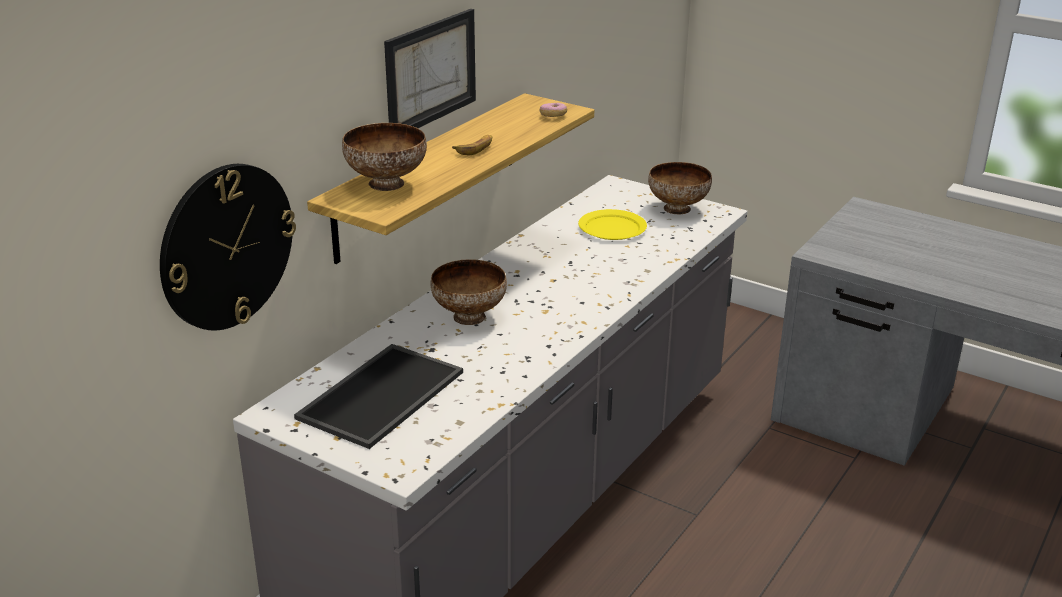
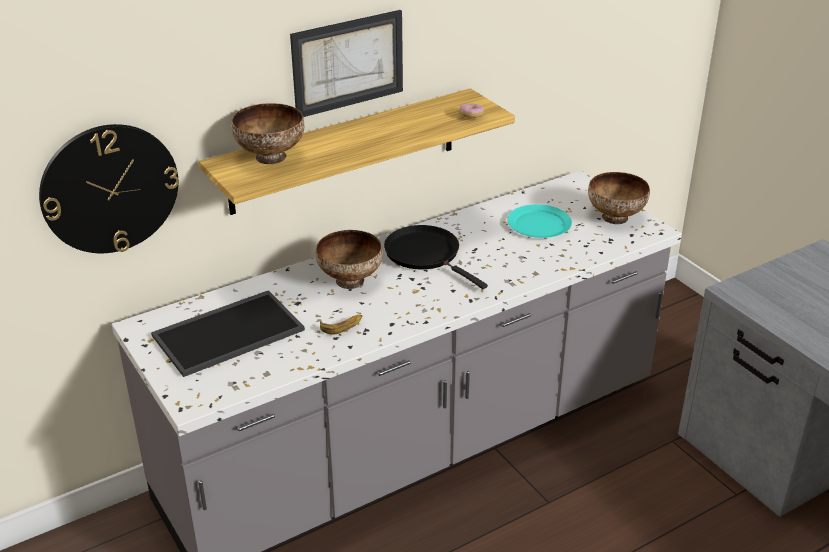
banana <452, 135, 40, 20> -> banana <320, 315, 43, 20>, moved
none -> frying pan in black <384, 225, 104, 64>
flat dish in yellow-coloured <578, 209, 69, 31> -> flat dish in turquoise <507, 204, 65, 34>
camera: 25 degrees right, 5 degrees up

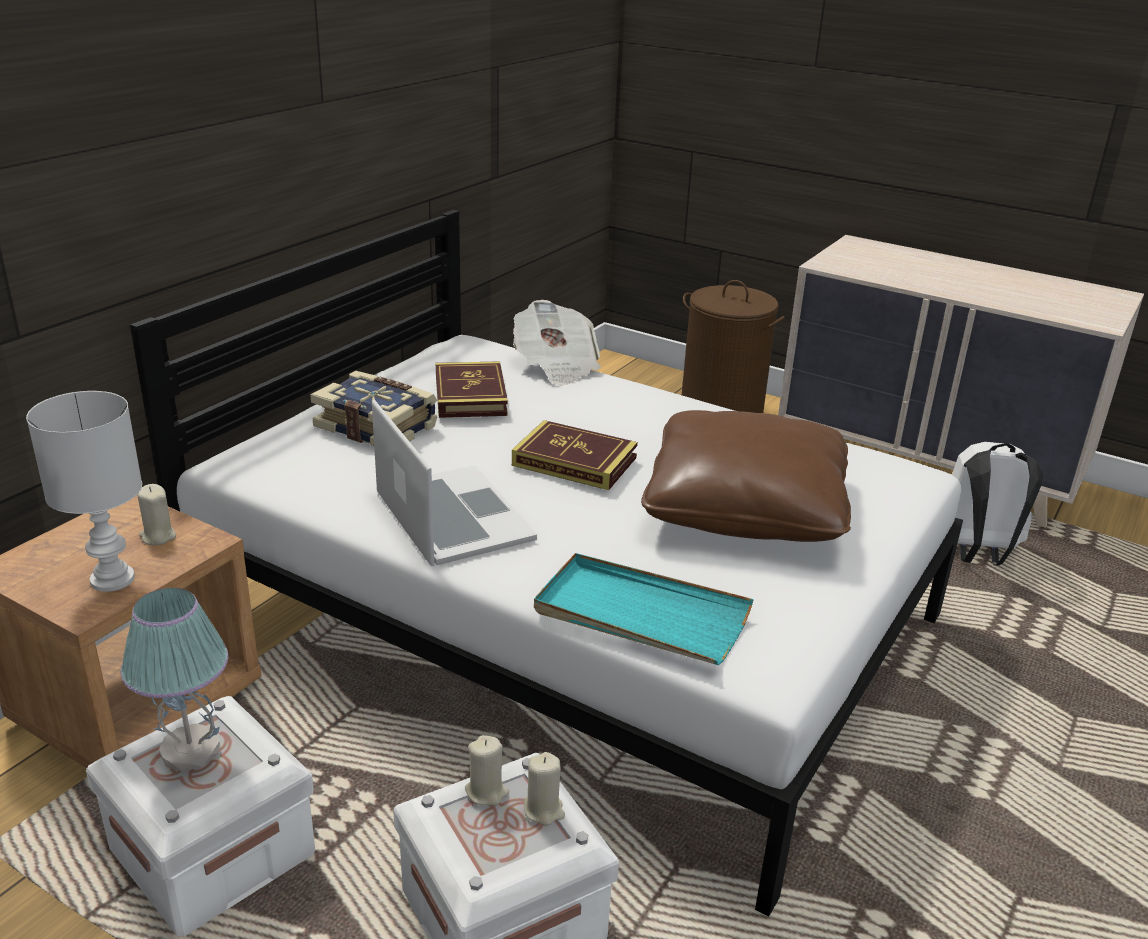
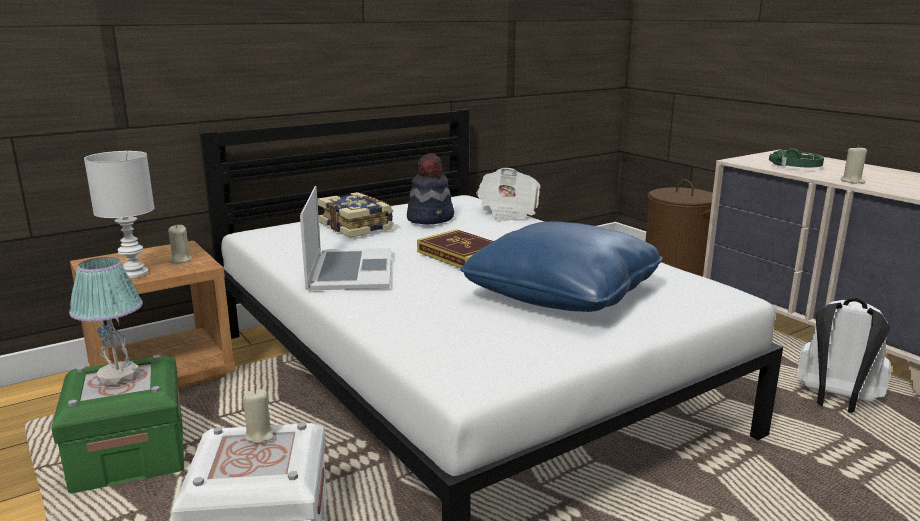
storage box in whitish <86, 696, 229, 240> -> storage box in green-coloured <51, 355, 133, 139>
book <436, 361, 72, 57> -> hat <407, 153, 47, 71>
throw pillow in brown-coloured <641, 410, 210, 132> -> throw pillow in blue <460, 222, 203, 90>
none -> pair of headphones in green-coloured <769, 148, 55, 19>
wax candle in beige <524, 752, 41, 74> -> wax candle in beige <841, 145, 26, 39>, moved
tray in turquoise <534, 553, 220, 112> -> none
camera: 25 degrees right, 10 degrees down

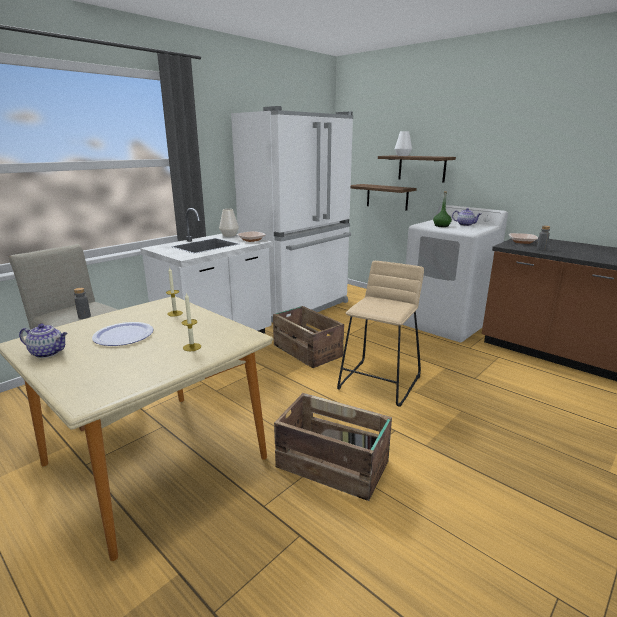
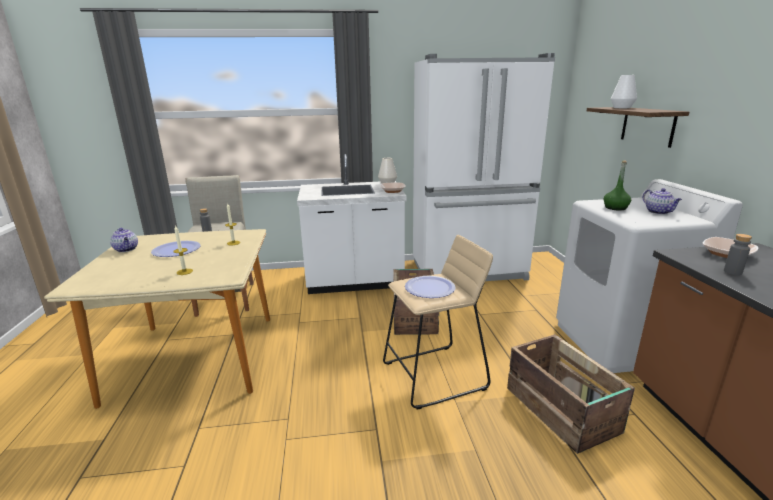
none -> flat dish <405, 276, 51, 22>
packing crate <274, 393, 118, 108> -> packing crate <507, 334, 128, 120>, moved
wall shelf <351, 184, 66, 27> -> none
camera: 40 degrees right, 0 degrees up

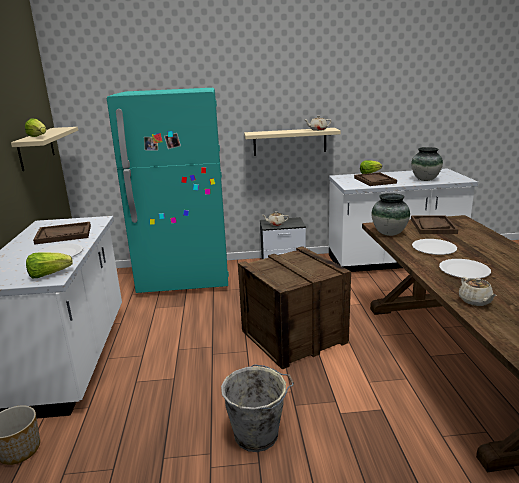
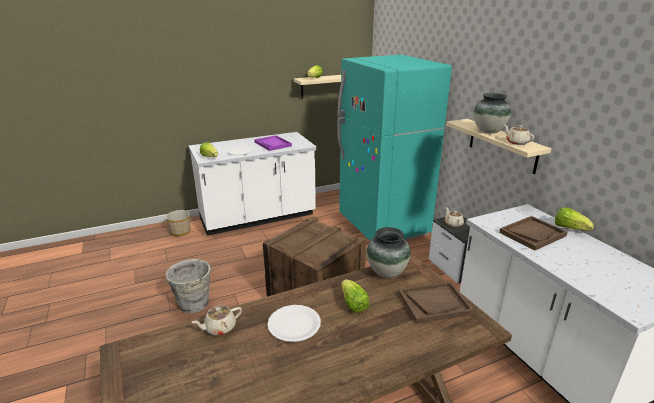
tray in brown-coloured <33, 222, 58, 23> -> tray in purple <254, 135, 38, 16>
flat dish in whitish <412, 239, 45, 16> -> lettuce head <341, 279, 28, 34>
decorative vase <411, 147, 32, 34> -> decorative vase <474, 93, 37, 40>, moved
camera: 70 degrees right, 5 degrees up

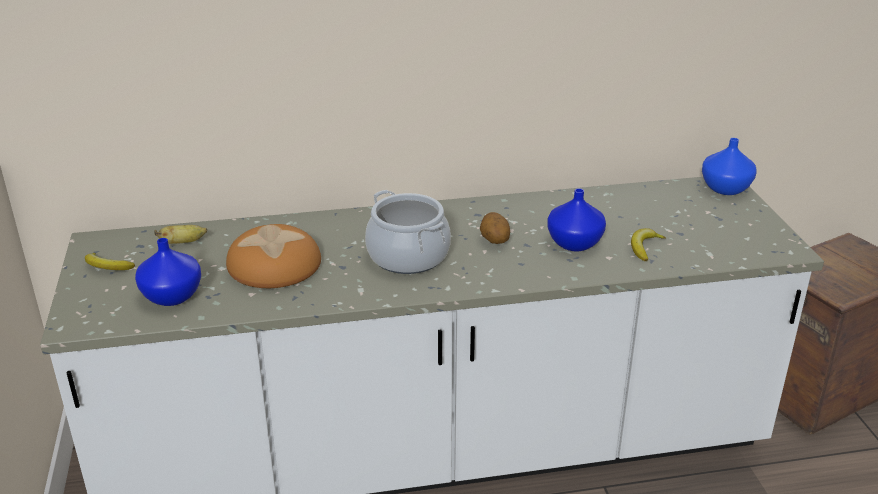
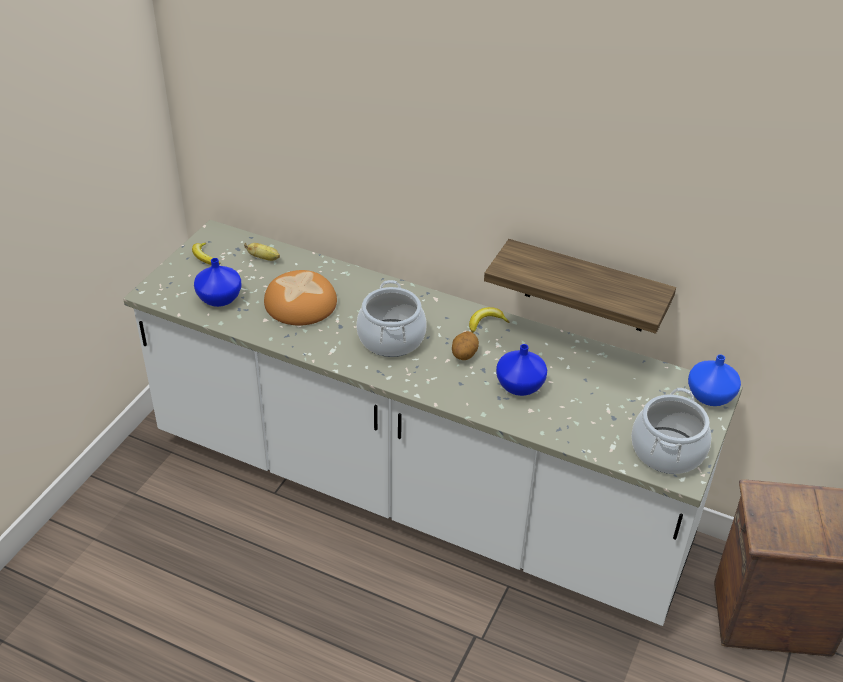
banana <631, 228, 35, 33> -> banana <469, 307, 40, 25>, moved
none -> wall shelf <484, 239, 192, 95>
none -> saucepot <631, 388, 80, 86>
camera: 35 degrees right, 10 degrees up

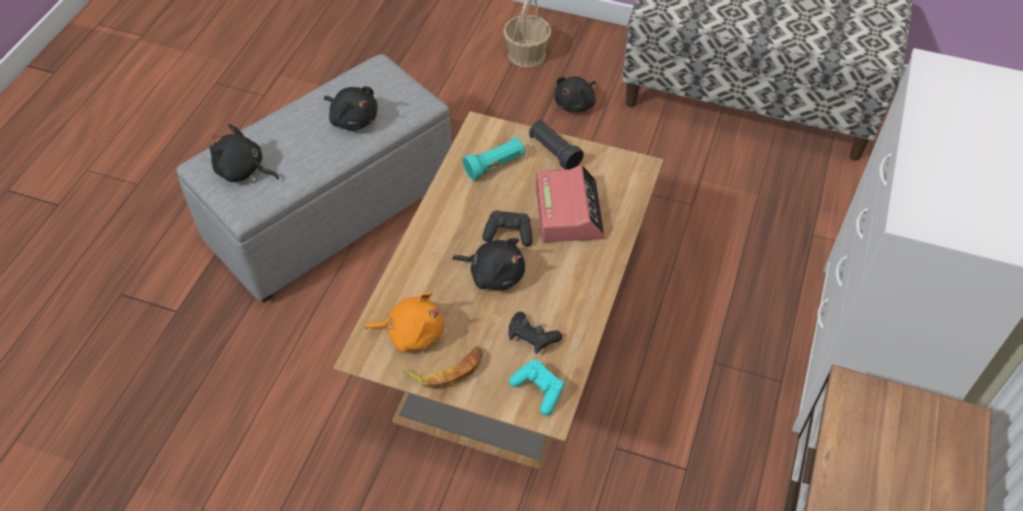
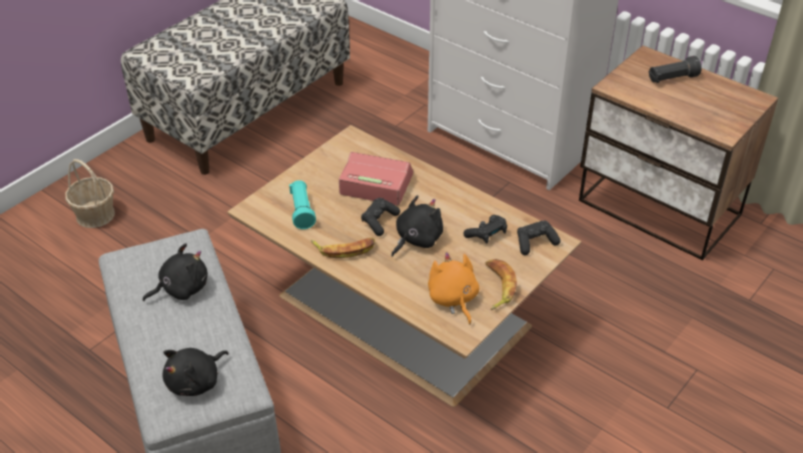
none -> banana <311, 238, 64, 20>
cuddly toy in orangey <365, 292, 79, 61> -> cuddly toy in orangey <428, 252, 51, 73>, 45 degrees counterclockwise
game controller in turquoise <509, 360, 55, 56> -> game controller in black <517, 220, 44, 35>
torch in black <529, 120, 55, 50> -> torch in black <649, 56, 53, 27>, moved
cuddly toy in black <554, 76, 42, 36> -> none
camera: 70 degrees left, 10 degrees down

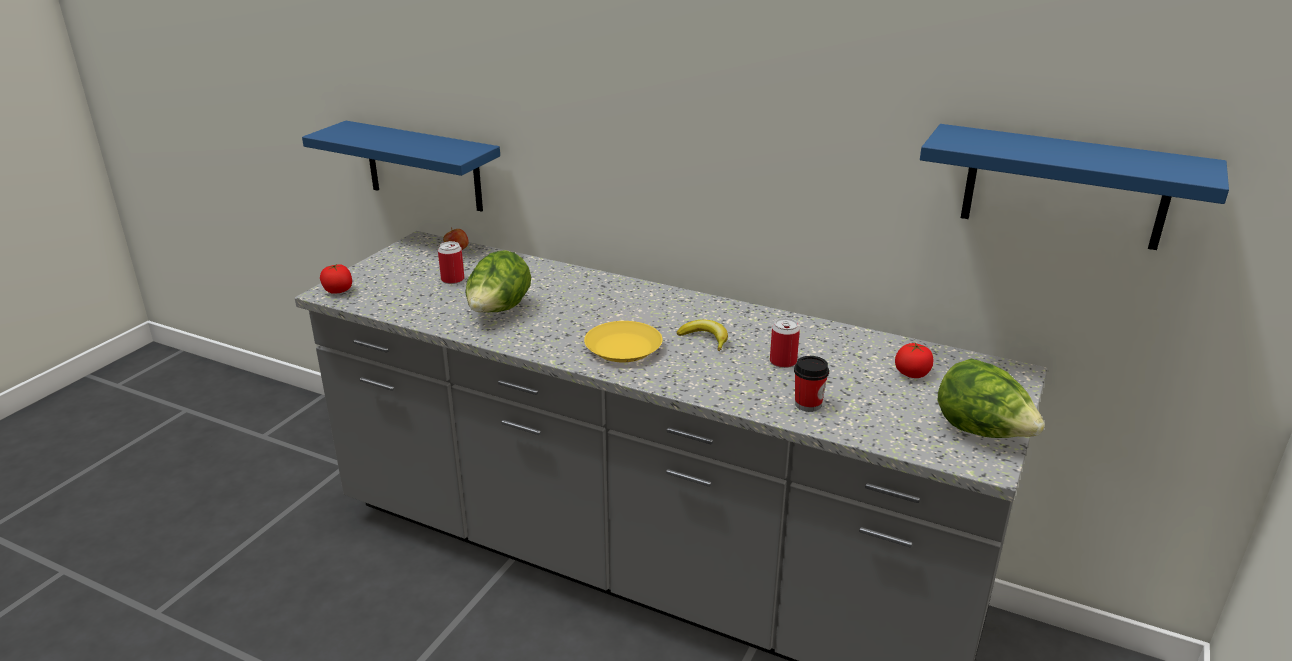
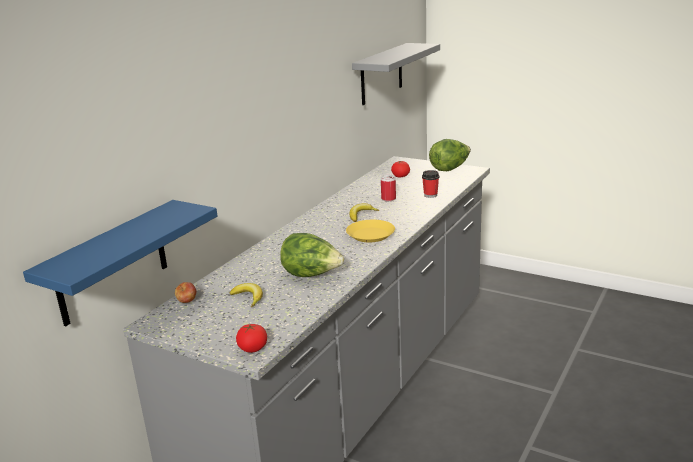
can <438, 241, 26, 43> -> banana <229, 283, 34, 24>
wall shelf in blue <920, 124, 309, 126> -> wall shelf in greyish <352, 43, 88, 62>
camera: 85 degrees left, 5 degrees down

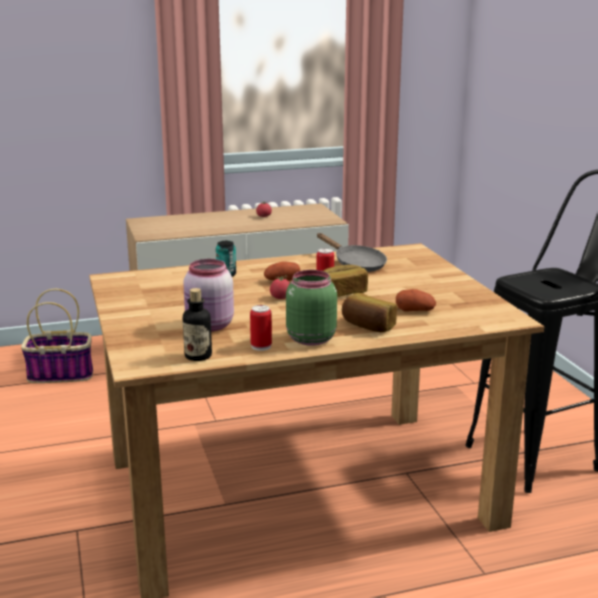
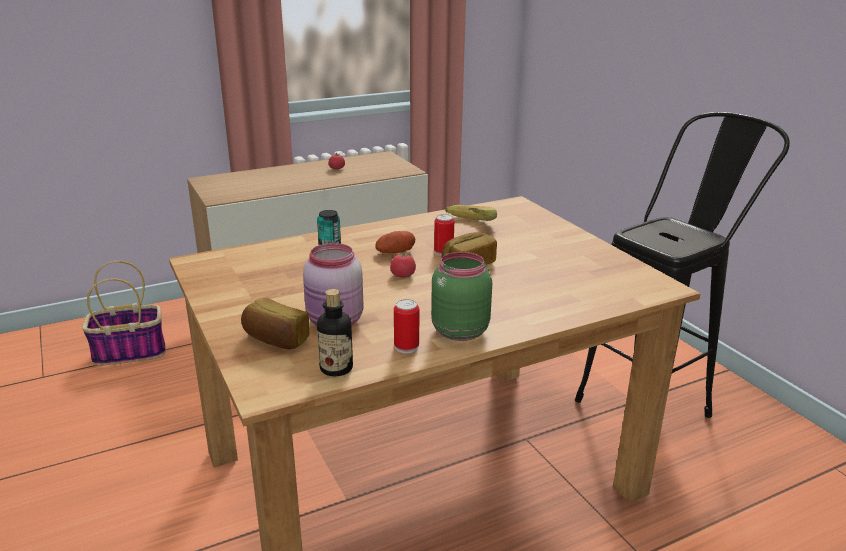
bread <342, 293, 55, 39> -> bread <241, 298, 68, 52>, moved
frying pan in greyish <317, 233, 70, 39> -> banana <445, 205, 52, 16>
spud <396, 289, 40, 23> -> none
camera: 10 degrees left, 5 degrees up

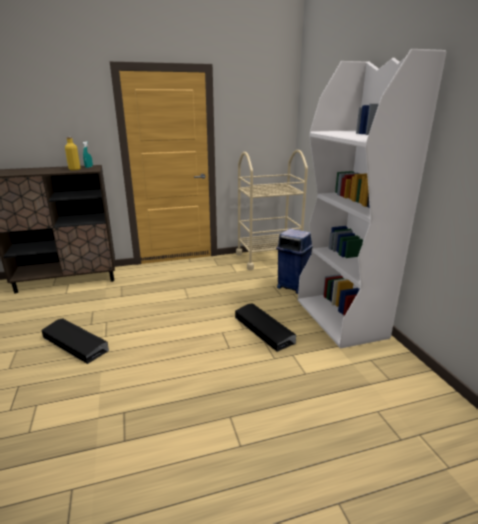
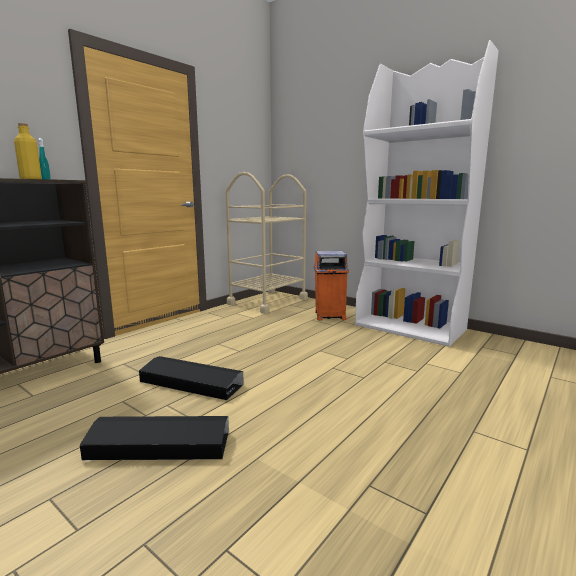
storage box in black <235, 303, 61, 49> -> storage box in black <139, 356, 105, 44>, moved
trash can in blue <276, 229, 36, 65> -> trash can in orangey <313, 251, 36, 70>
camera: 35 degrees left, 10 degrees down

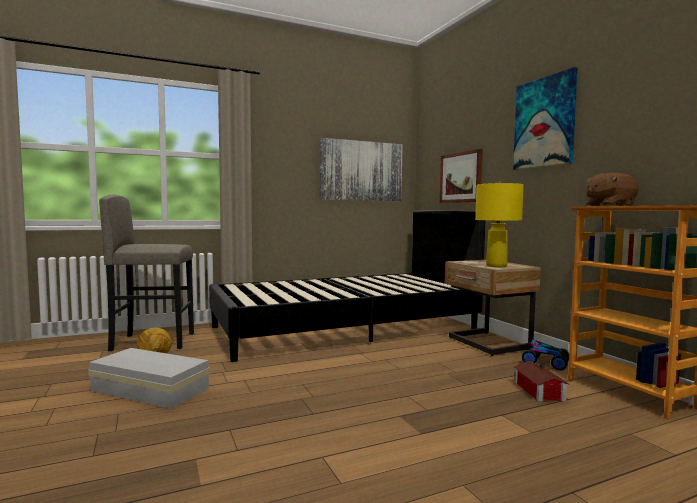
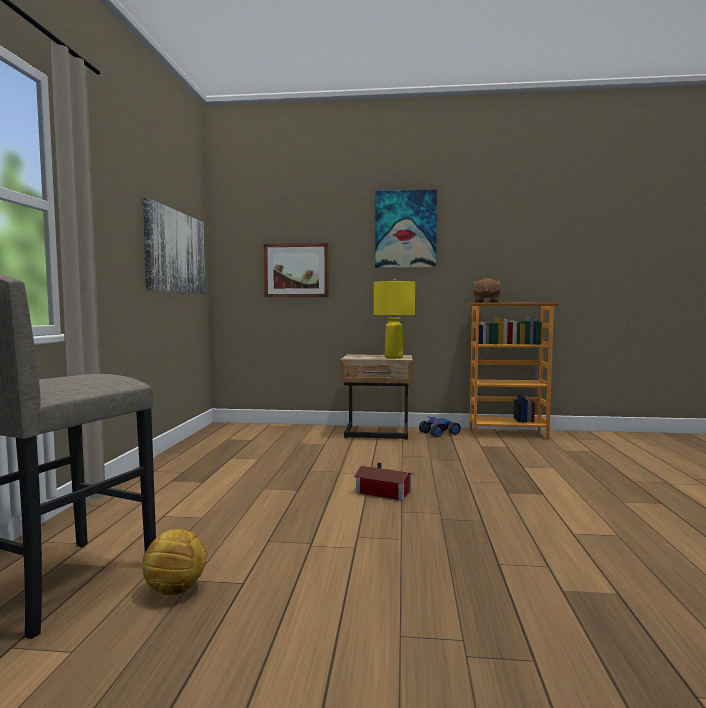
toy house <514, 361, 56, 41> -> toy house <354, 462, 59, 39>, moved
storage box in whitish <88, 348, 122, 61> -> none
bed in black <209, 210, 277, 152> -> none
camera: 60 degrees left, 0 degrees up

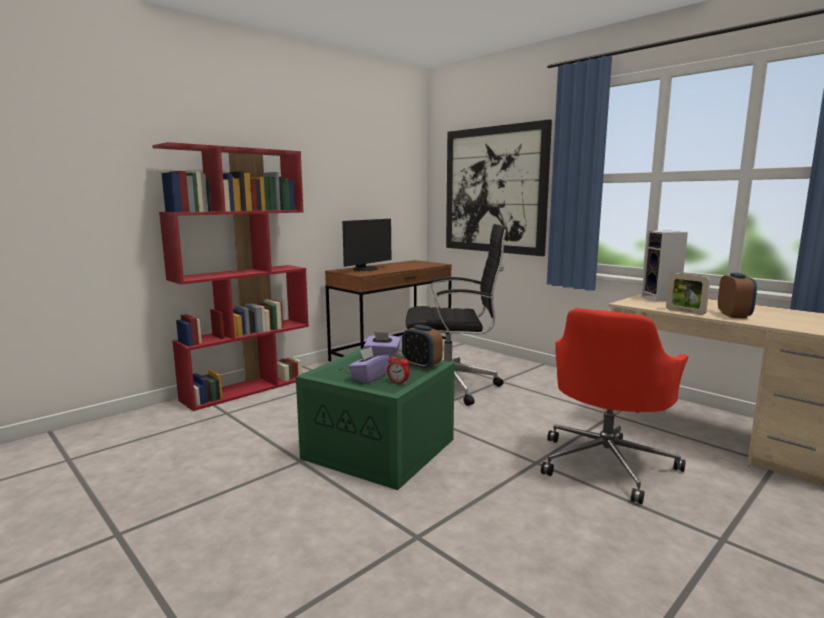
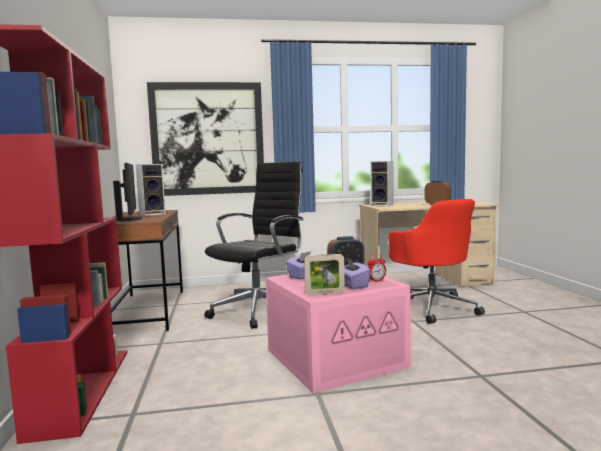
none -> speaker <136, 164, 30, 52>
storage box in green-coloured <296, 348, 159, 142> -> storage box in pinkish <266, 274, 145, 119>
picture frame <666, 273, 44, 42> -> picture frame <304, 254, 41, 41>, moved
camera: 55 degrees left, 5 degrees down

